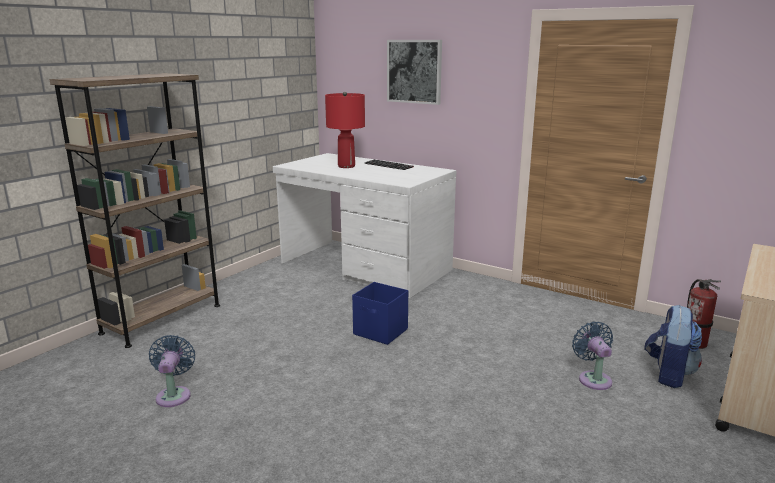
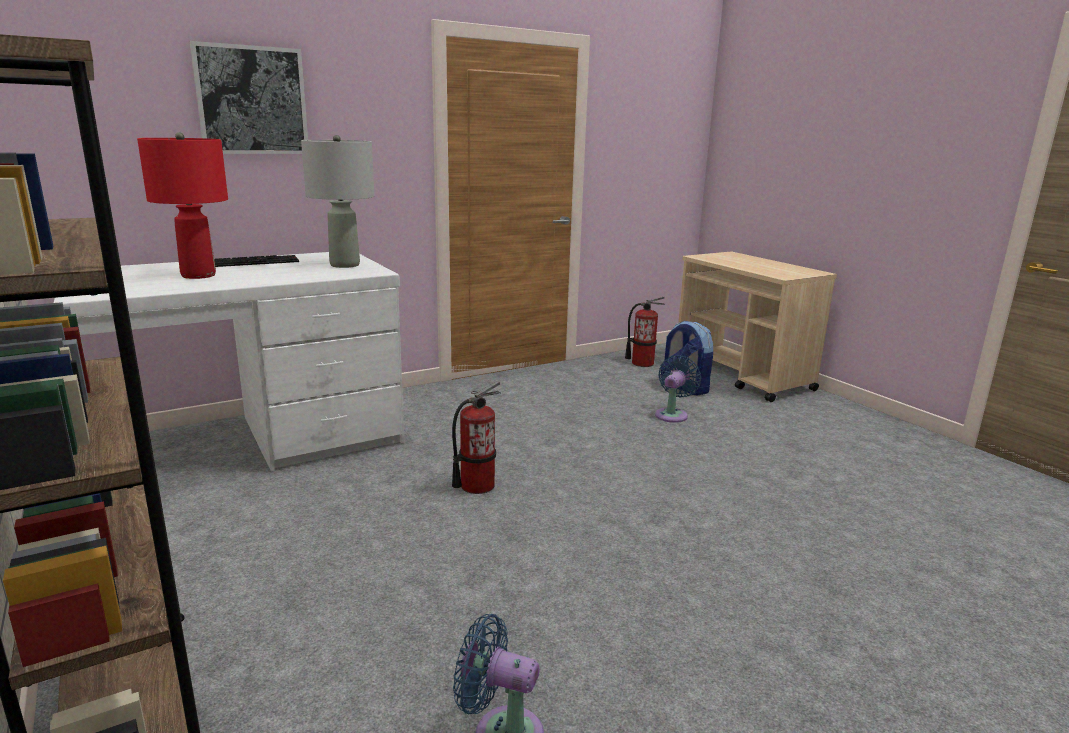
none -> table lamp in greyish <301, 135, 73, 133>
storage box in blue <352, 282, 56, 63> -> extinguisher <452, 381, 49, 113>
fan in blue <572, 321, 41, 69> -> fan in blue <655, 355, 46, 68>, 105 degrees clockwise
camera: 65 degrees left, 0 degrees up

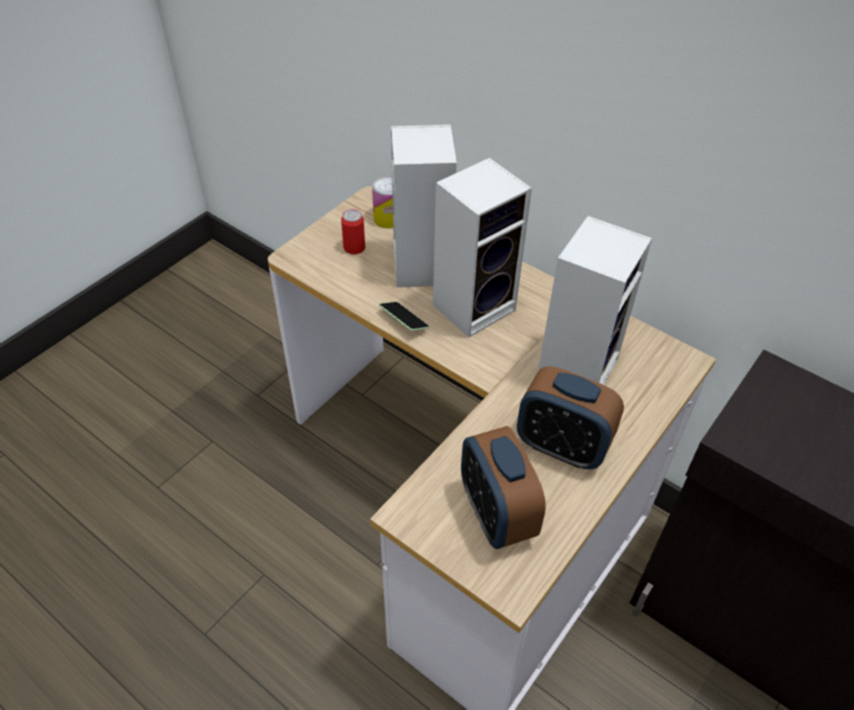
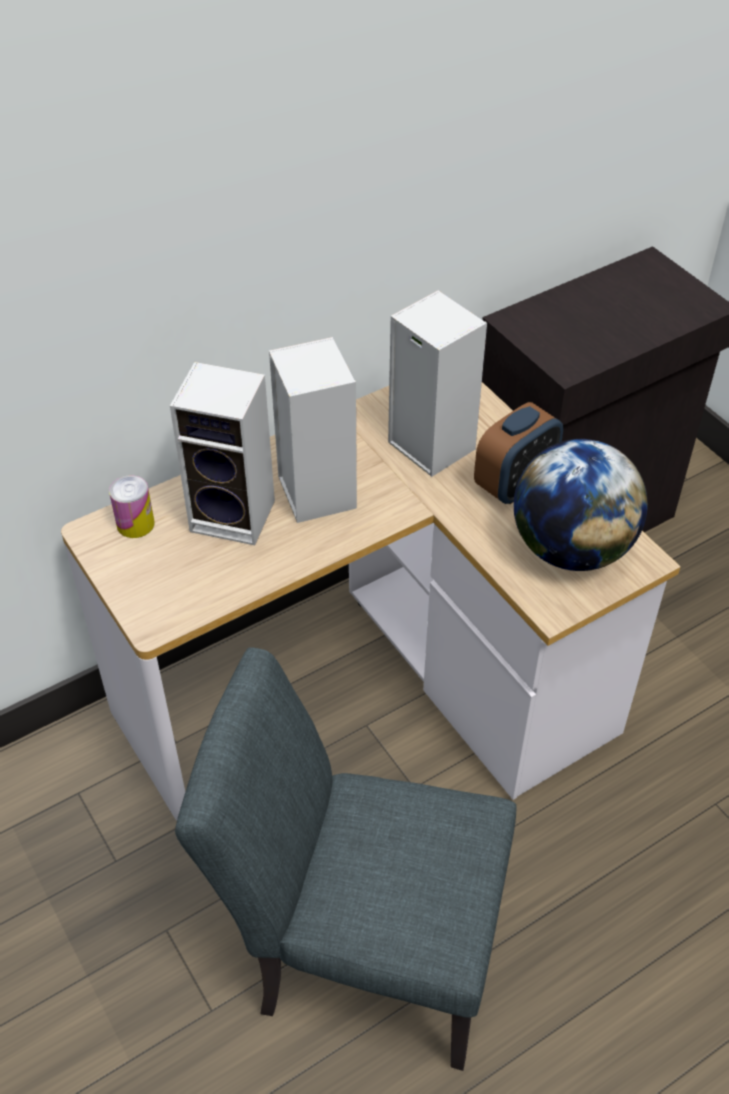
none -> plain chair in greyish <175, 647, 342, 424>
table clock <461, 426, 85, 123> -> desk globe <514, 439, 134, 132>
can <341, 209, 24, 45> -> none
phone <379, 302, 50, 29> -> none
camera: 70 degrees left, 0 degrees up

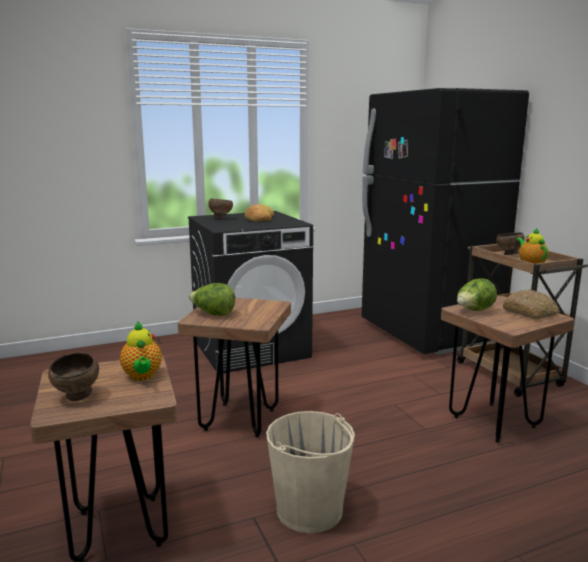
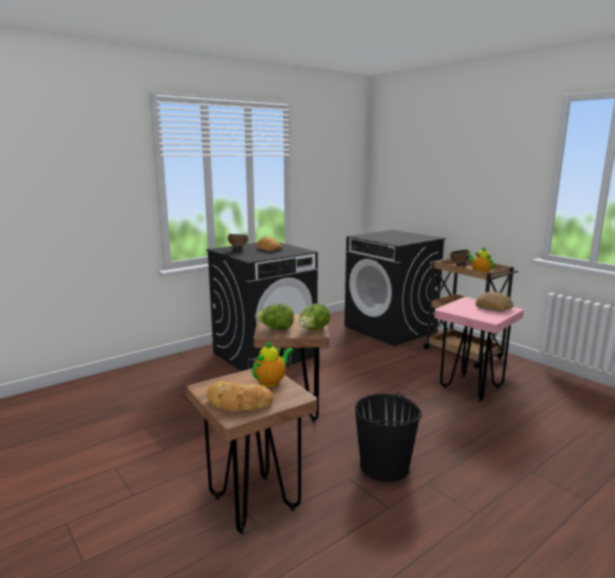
bowl in brown-coloured <48, 352, 51, 49> -> bread <207, 381, 66, 31>
teapot <120, 322, 42, 59> -> teapot <252, 340, 42, 47>, 105 degrees counterclockwise
lettuce head <457, 278, 40, 33> -> lettuce head <299, 303, 31, 27>, moved
kitchen fridge in black <362, 88, 167, 267> -> washing machine in black <344, 230, 102, 116>
pail in beige <266, 411, 89, 122> -> pail in black <355, 393, 67, 89>
stool in brown-coloured <441, 296, 134, 146> -> stool in pinkish <434, 297, 90, 105>
camera: 15 degrees left, 0 degrees up

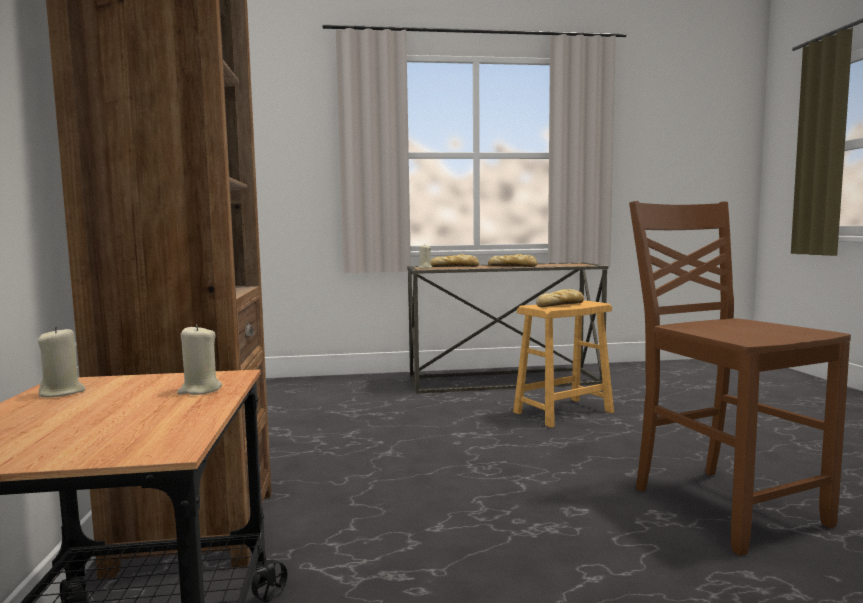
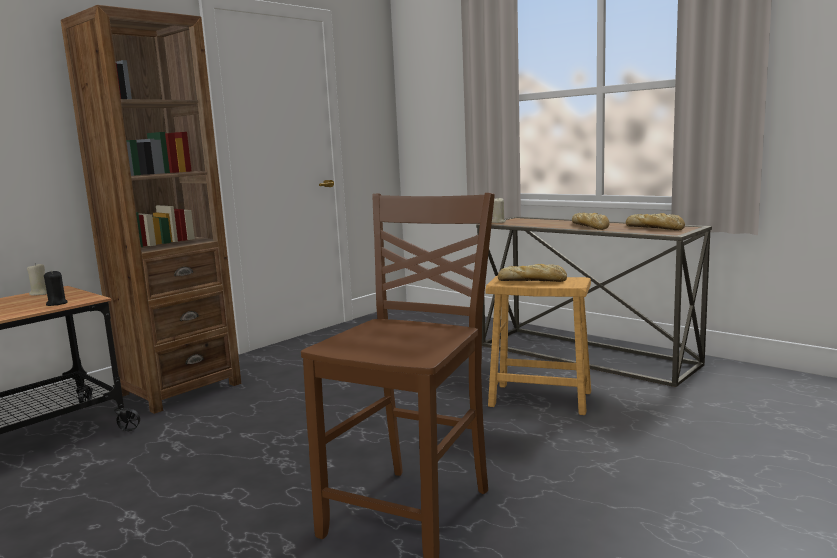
wax candle in beige <177, 324, 45, 71> -> wax candle in black <44, 270, 24, 36>
bread <431, 254, 48, 13> -> bread <626, 213, 59, 17>, moved
camera: 50 degrees right, 5 degrees up

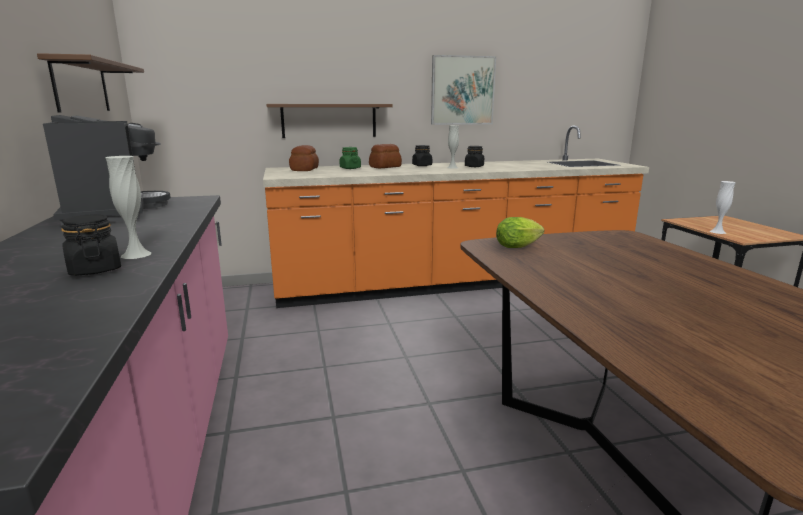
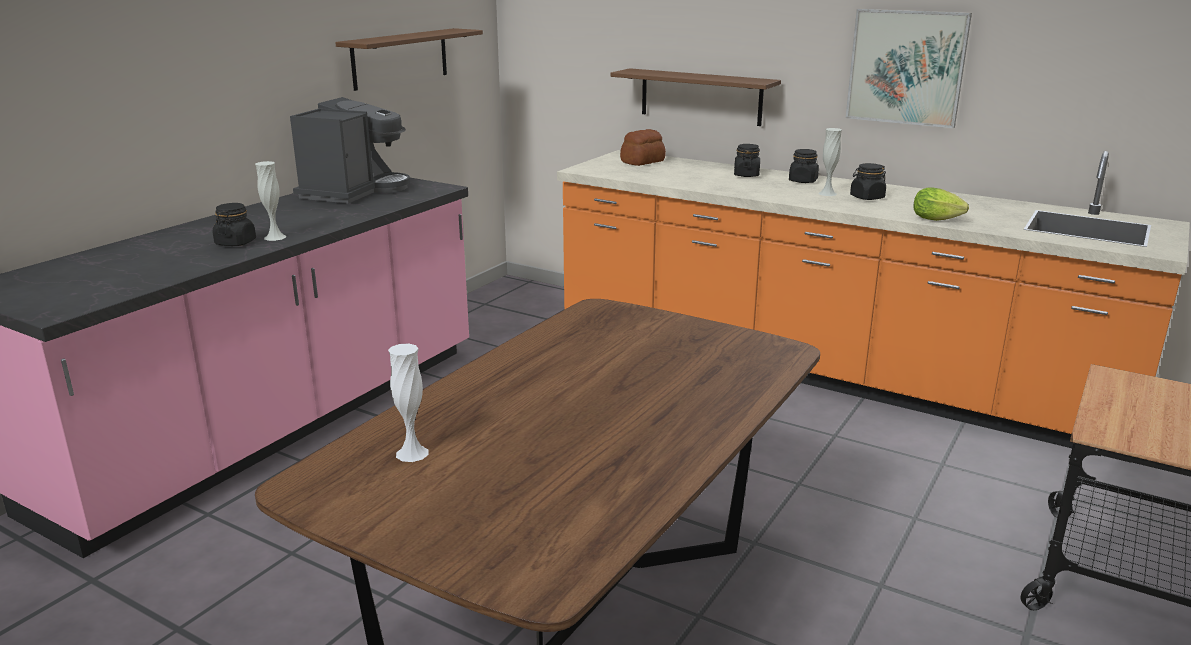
decorative vase in whitish <710, 181, 26, 53> -> decorative vase in whitish <388, 343, 41, 119>, moved
bread <369, 144, 33, 24> -> jar in black <734, 144, 26, 33>
lettuce head <496, 217, 48, 31> -> lettuce head <914, 188, 55, 33>, moved
jar in green-coloured <340, 147, 21, 22> -> none
camera: 45 degrees right, 5 degrees up

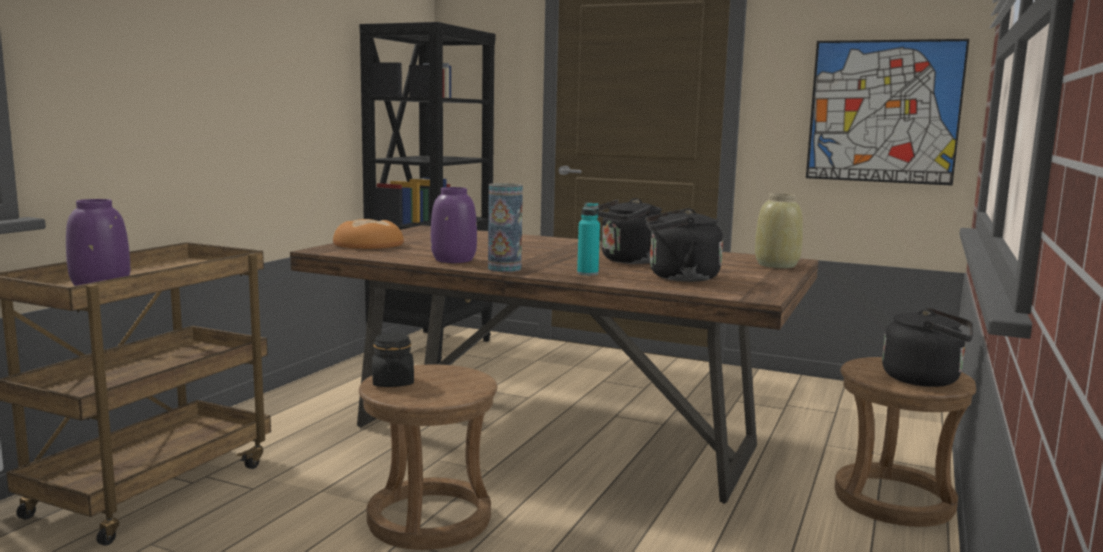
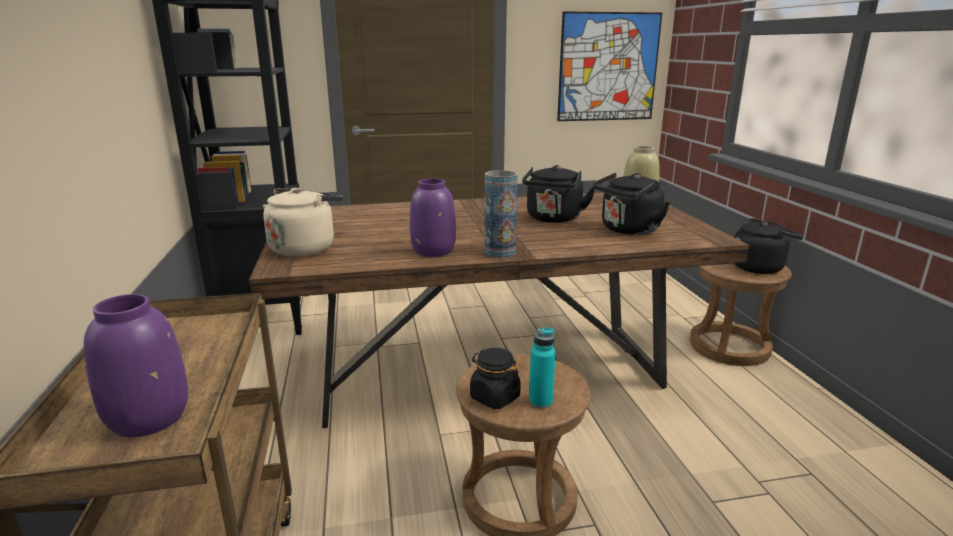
bread <333, 219, 71, 30> -> tea kettle in beige <263, 188, 80, 69>
beverage bottle in turquoise <577, 202, 23, 74> -> beverage bottle in turquoise <529, 328, 27, 81>, moved
camera: 35 degrees left, 10 degrees up

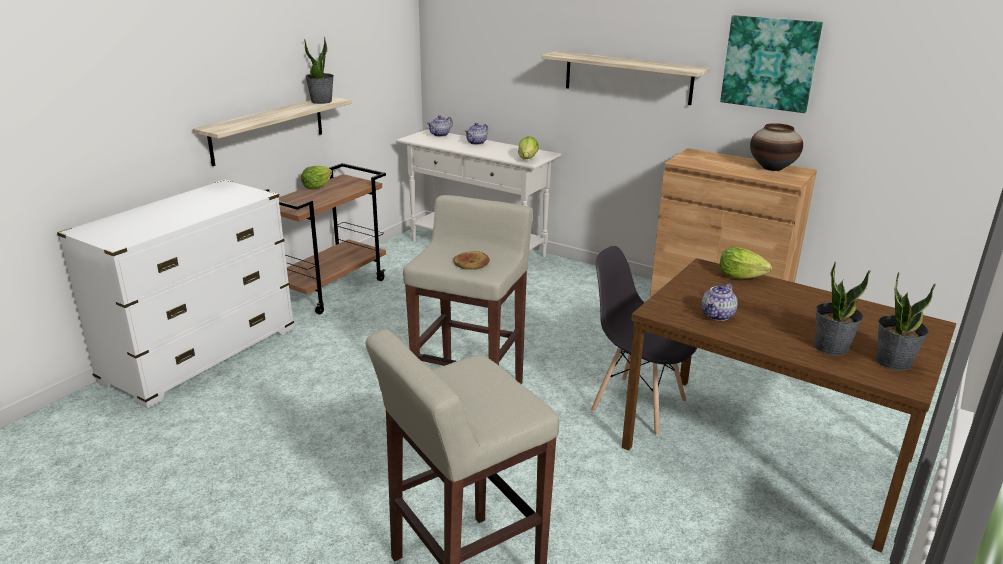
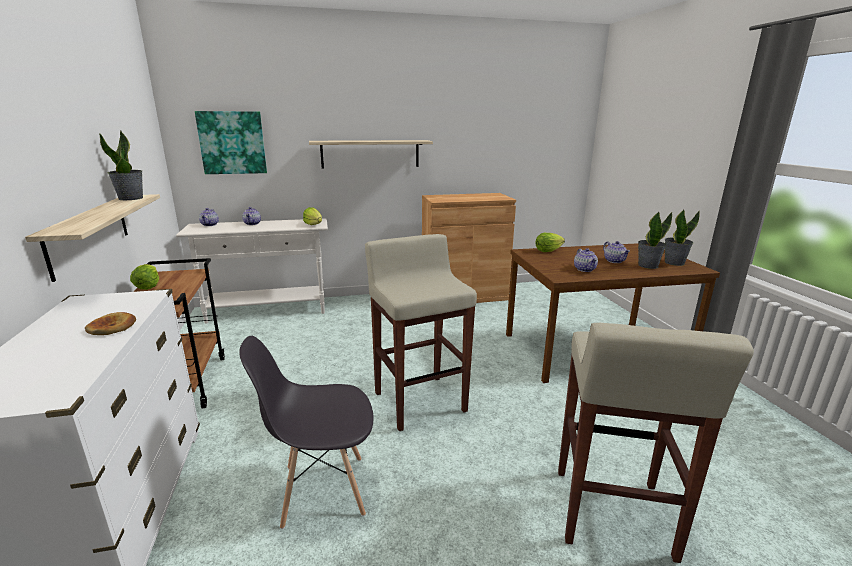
bread <454, 251, 36, 19> -> bread <85, 312, 51, 23>, moved
picture <720, 15, 103, 98> -> picture <195, 111, 72, 63>, moved
plain chair in greyish <591, 246, 106, 190> -> plain chair in greyish <239, 336, 134, 193>, moved
none -> teapot <603, 241, 27, 22>
decorative vase <750, 123, 53, 48> -> none
camera: 45 degrees left, 5 degrees down

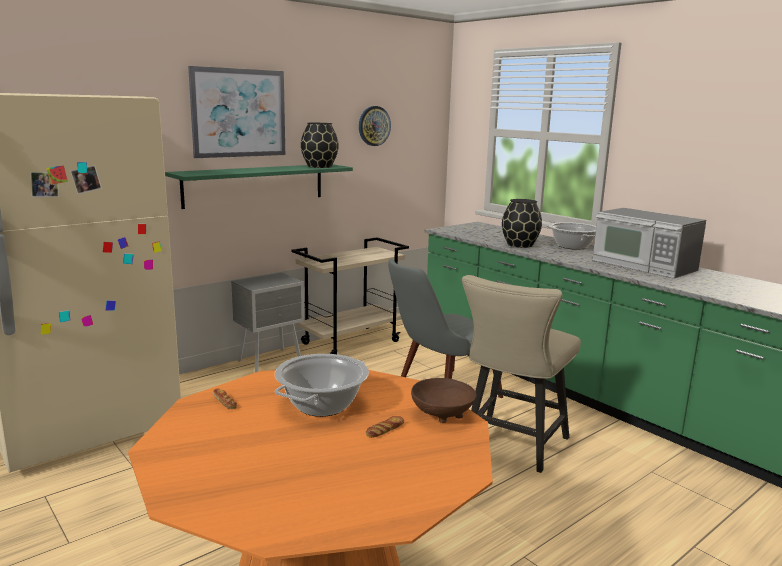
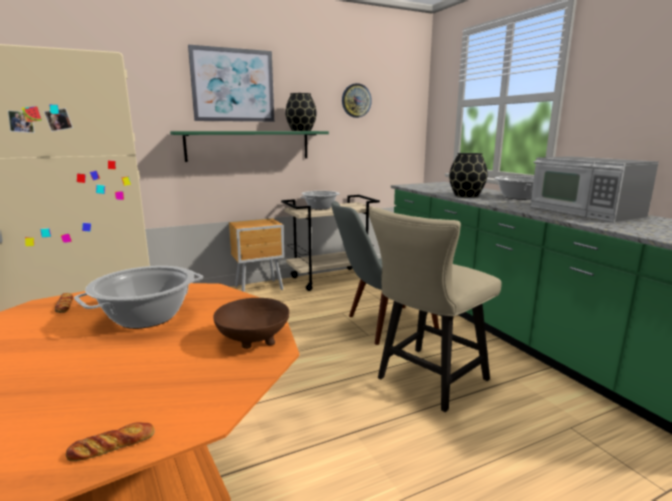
bread <366, 416, 38, 22> -> bread <66, 422, 89, 39>, moved
bedside table in greyish <231, 273, 73, 99> -> bedside table in brown-coloured <229, 218, 56, 74>
none -> saucepot <300, 191, 40, 19>
camera: 15 degrees right, 0 degrees up

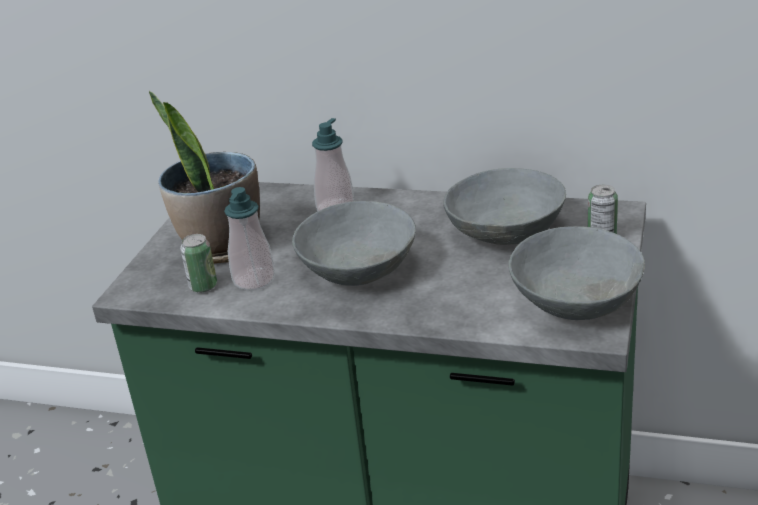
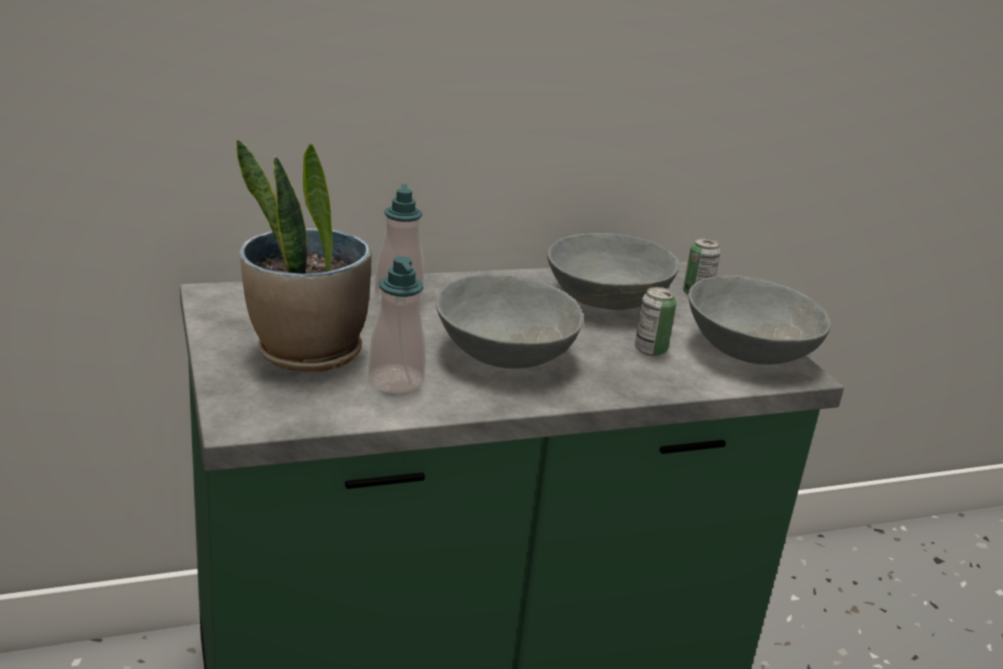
can <180, 234, 37, 59> -> can <635, 287, 41, 69>, moved
camera: 40 degrees left, 5 degrees down

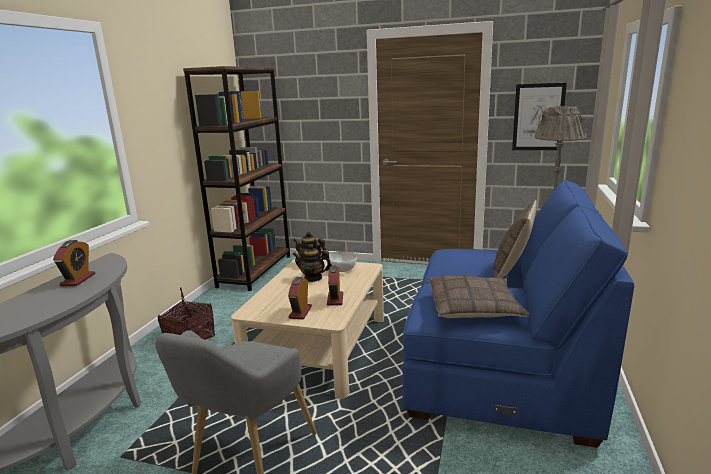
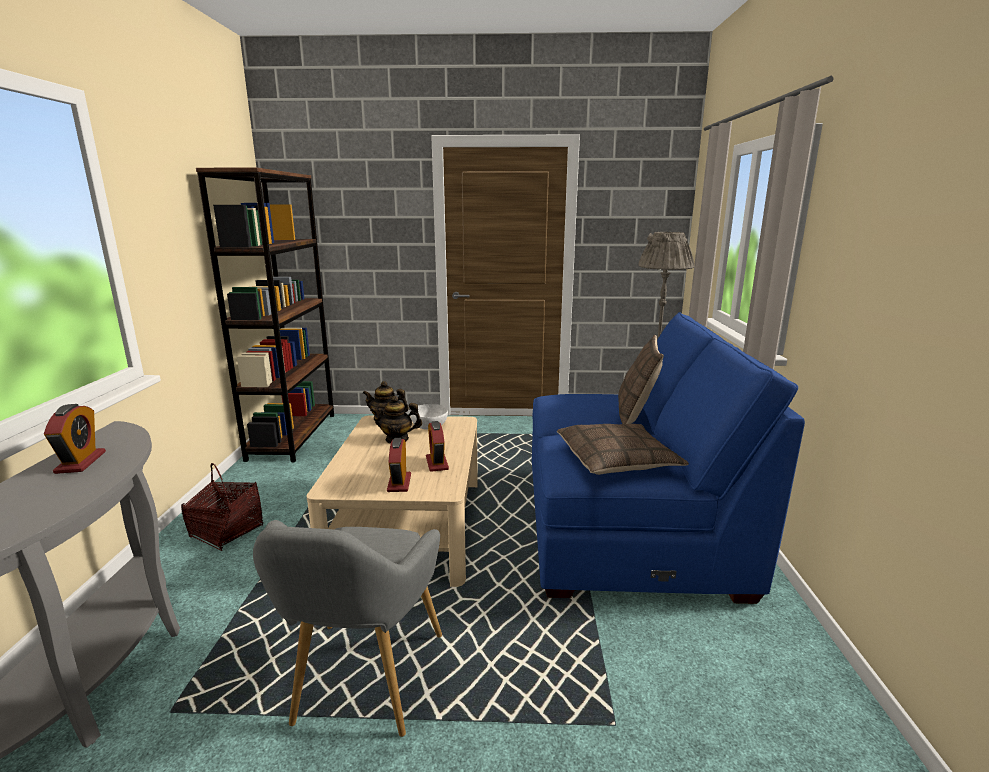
picture <512, 83, 55, 67> -> none
camera: 15 degrees left, 0 degrees up

